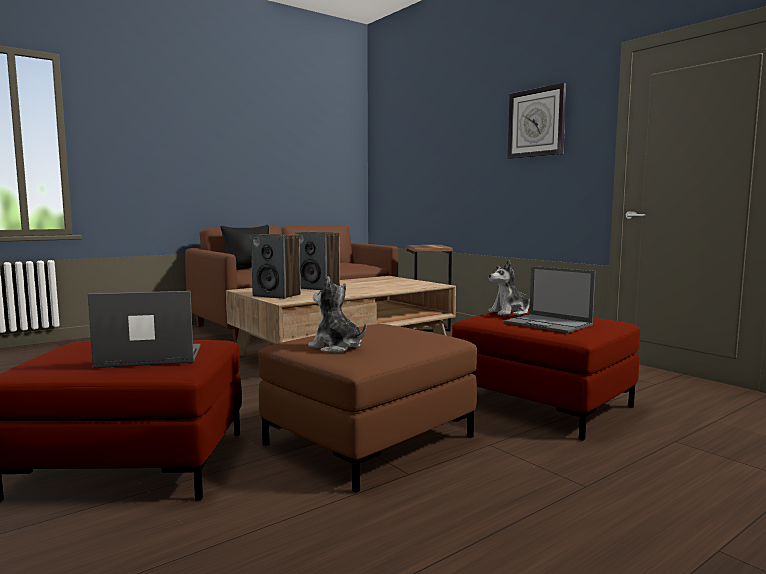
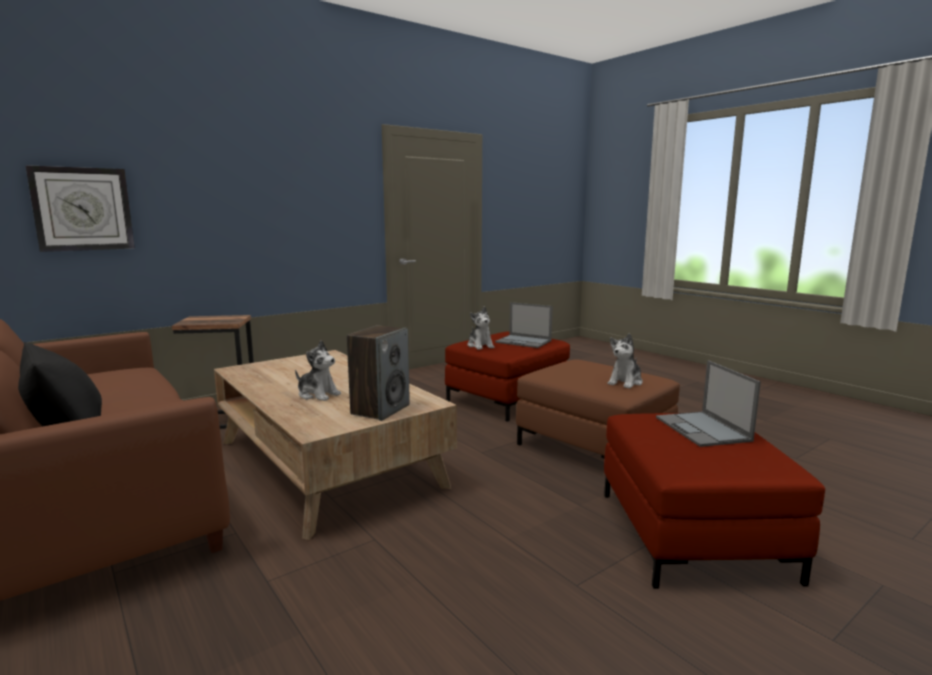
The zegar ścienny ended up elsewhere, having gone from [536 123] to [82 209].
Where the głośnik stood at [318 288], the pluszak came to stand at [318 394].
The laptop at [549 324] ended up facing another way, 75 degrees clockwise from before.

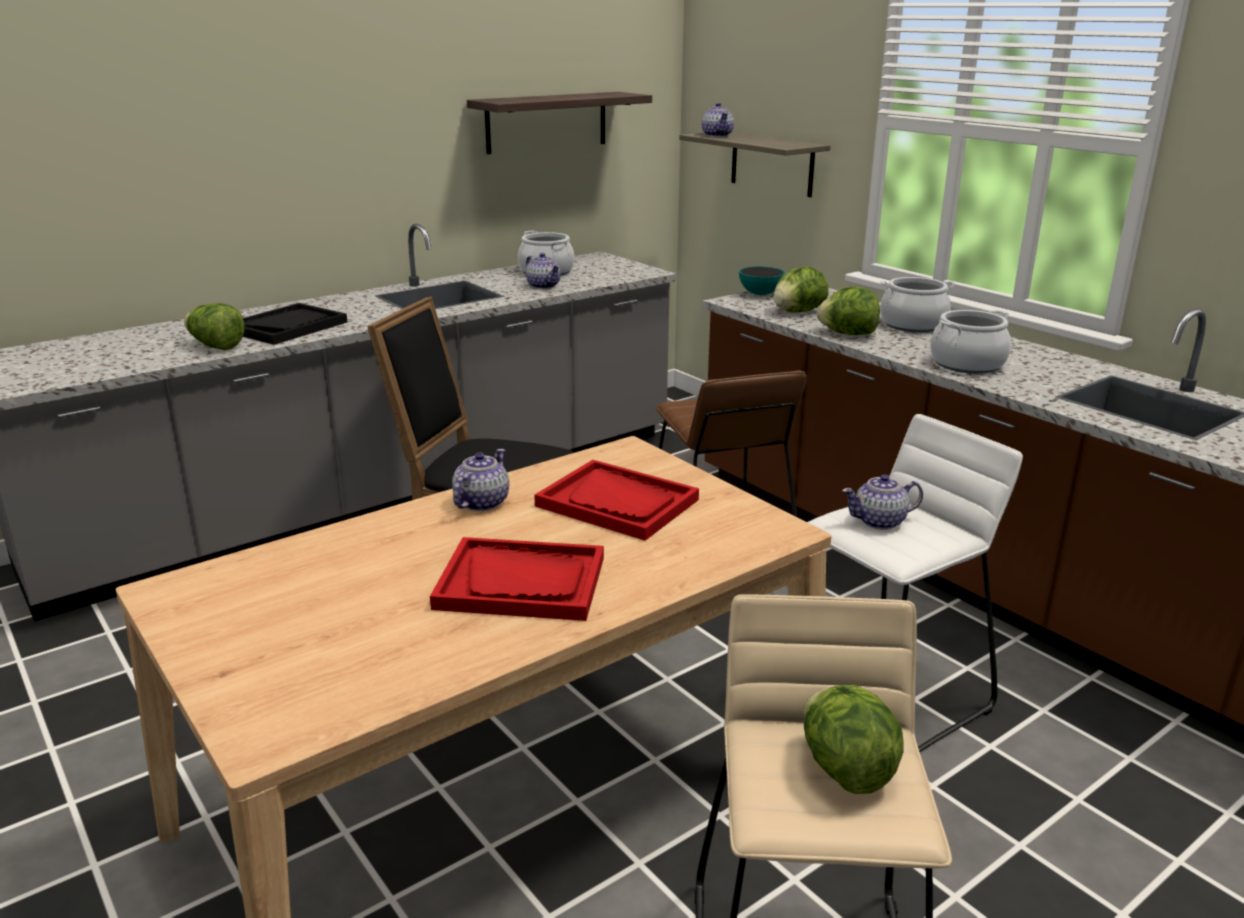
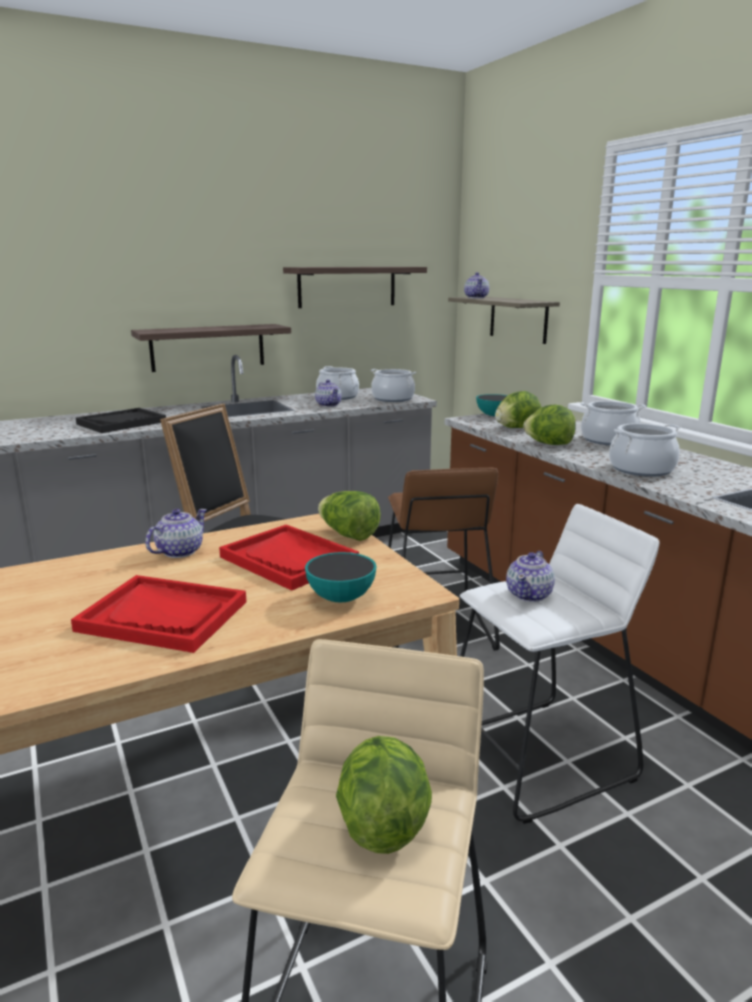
The sałata ended up elsewhere, having gone from [216 346] to [348 535].
The imbryk at [880 521] ended up facing another way, 60 degrees counterclockwise from before.
The second view gained the półka at [208 347].
The second view gained the garnek at [393 399].
The second view gained the miska at [341 598].

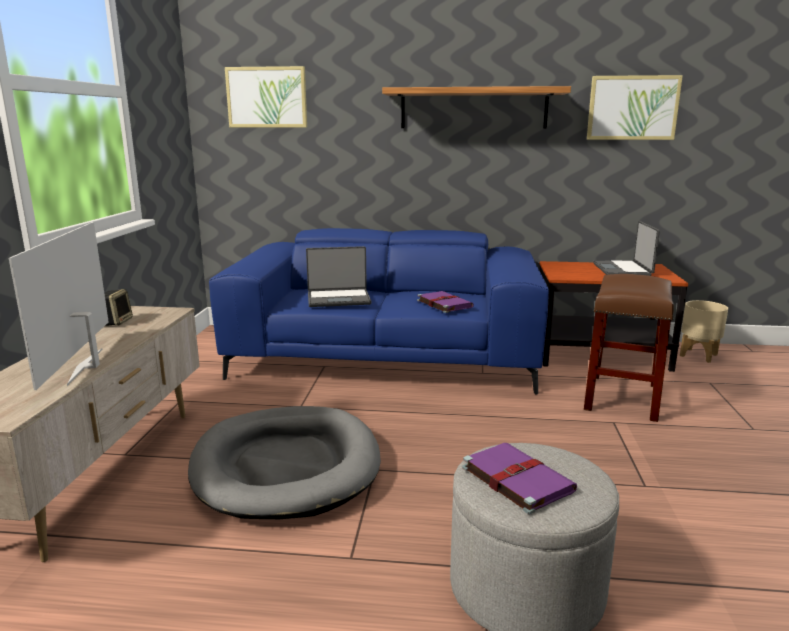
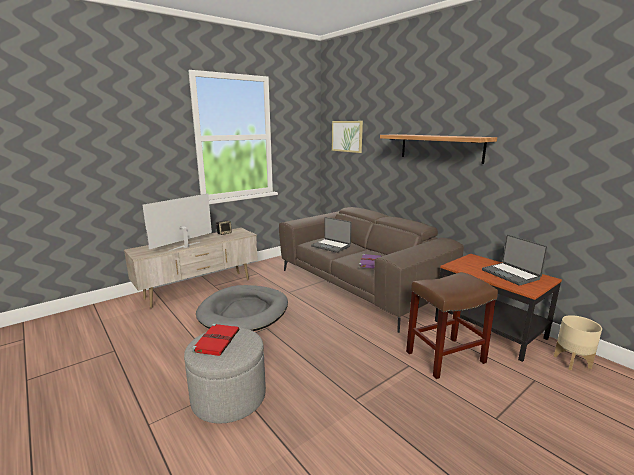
The second view lost the obraz at [632 108].
The laptop at [623 270] ended up facing another way, 75 degrees counterclockwise from before.
What was the kanapa (niebieski) at [385 358] turned into the kanapa (brązowy) at [360 285].
What was the książka (fioletowy) at [515 478] turned into the książka (czerwony) at [217 340].

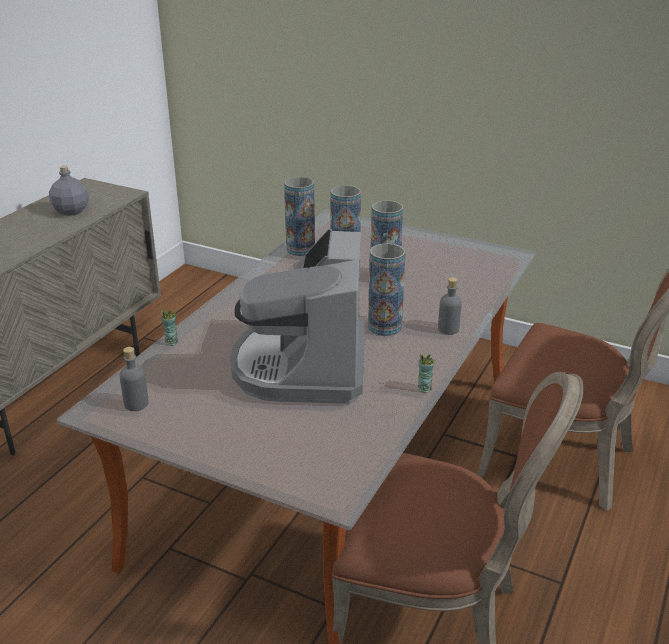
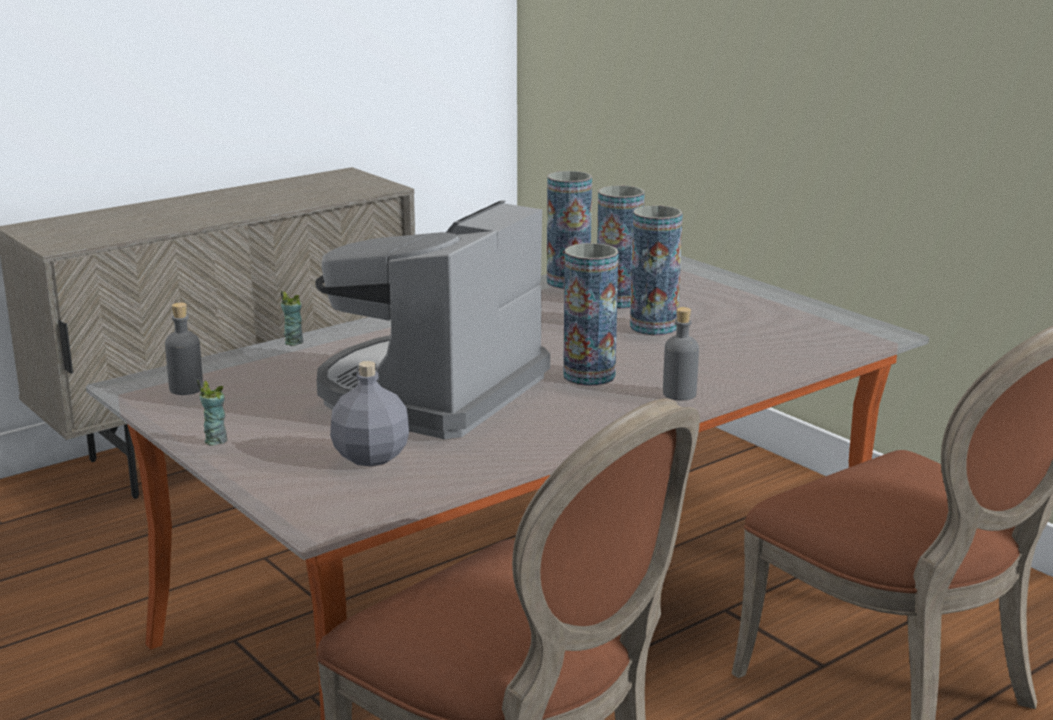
The butelka (szary) ended up elsewhere, having gone from [72 211] to [372 457].
The filiżanka ended up elsewhere, having gone from [424 388] to [215 440].

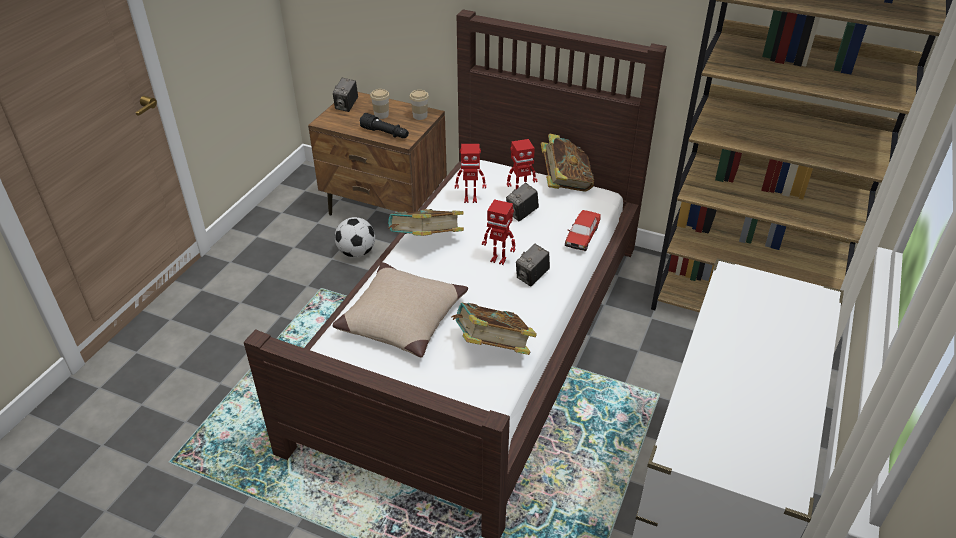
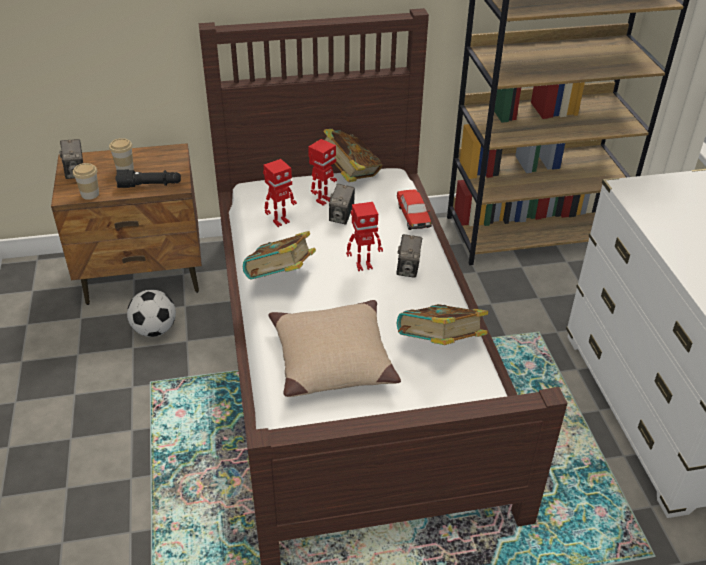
The filiżanka ended up elsewhere, having gone from [420 116] to [90 194].

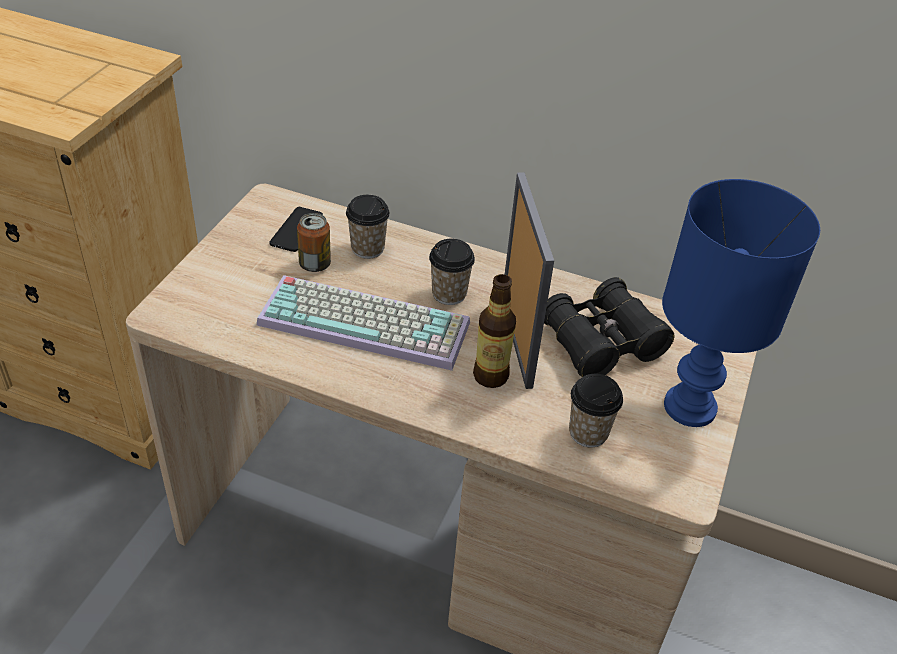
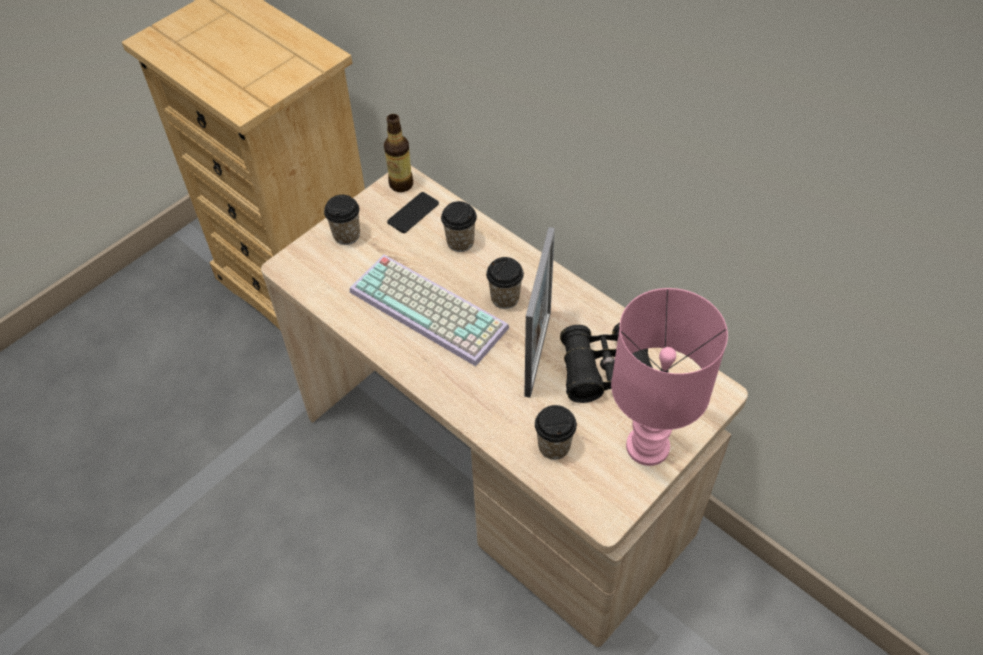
What was the lampa stołowa (niebieski) at [690 409] turned into the lampa stołowa (różowy) at [647 448].
The second view lost the puszka at [315 264].
The butelka ended up elsewhere, having gone from [491 376] to [401 184].
The second view gained the filiżanka at [346 235].

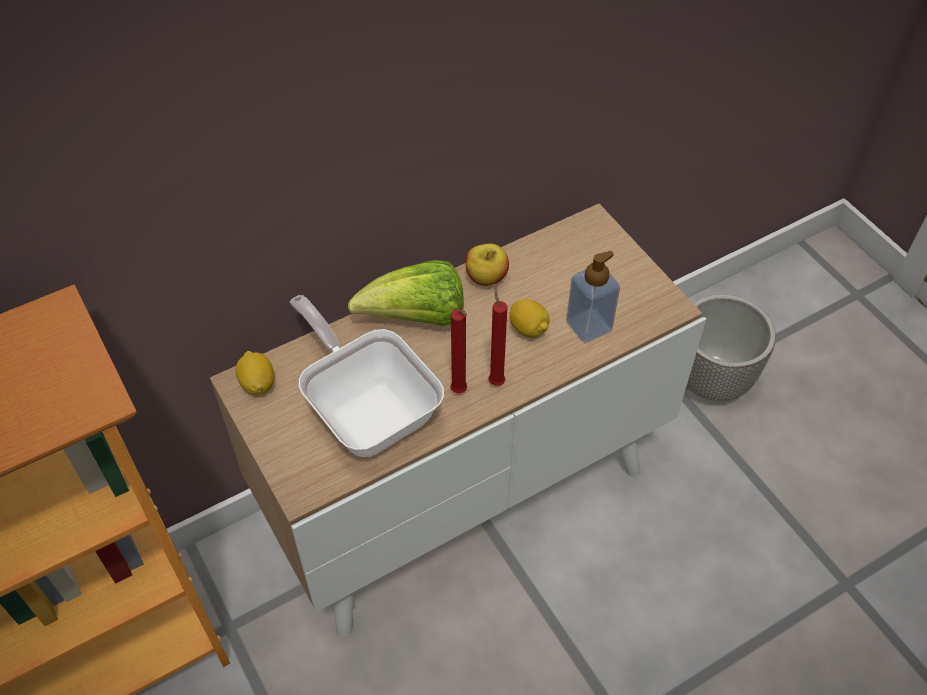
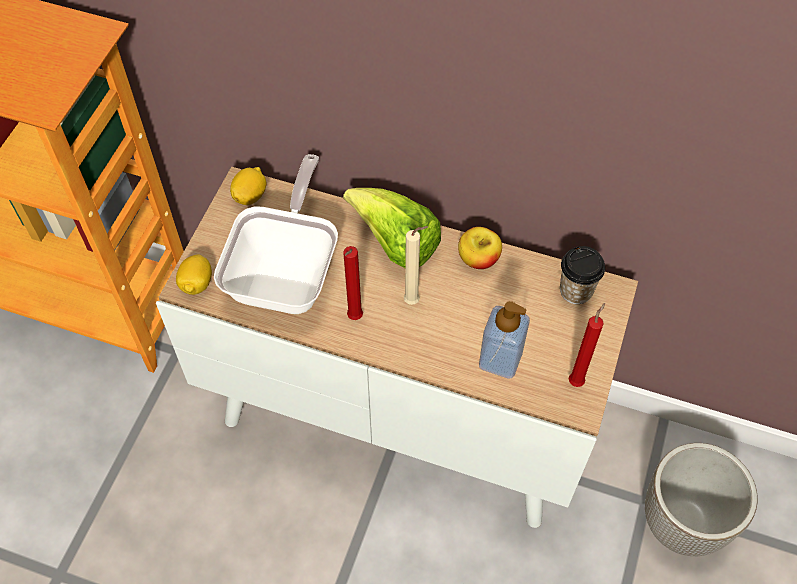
The świeca (czerwony) ended up elsewhere, having gone from [495 380] to [577 380].
The cytryna ended up elsewhere, having gone from [528 329] to [196 284].
The second view gained the świeca (beżowy) at [414 301].
The second view gained the filiżanka at [576 291].

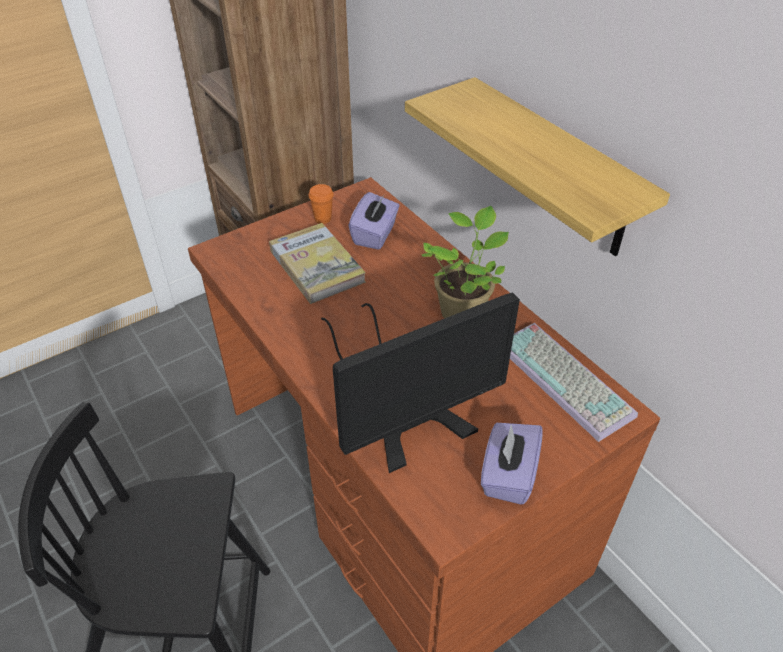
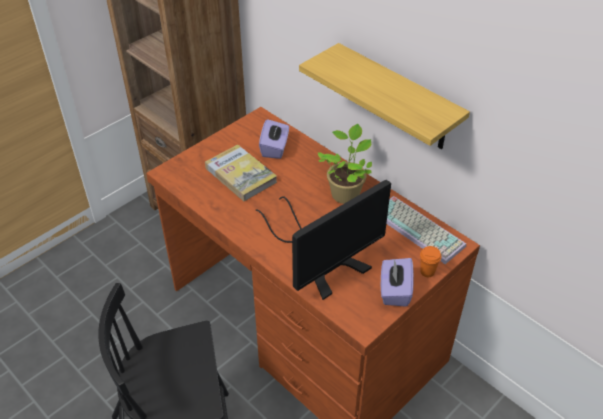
The filiżanka (pomarańczowy) ended up elsewhere, having gone from [323 219] to [427 272].

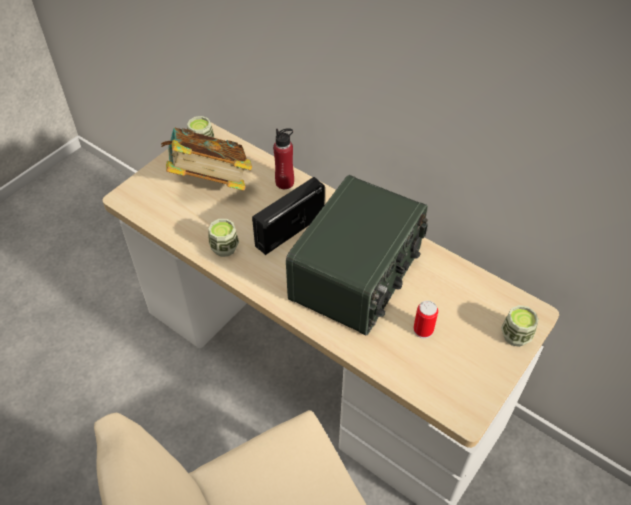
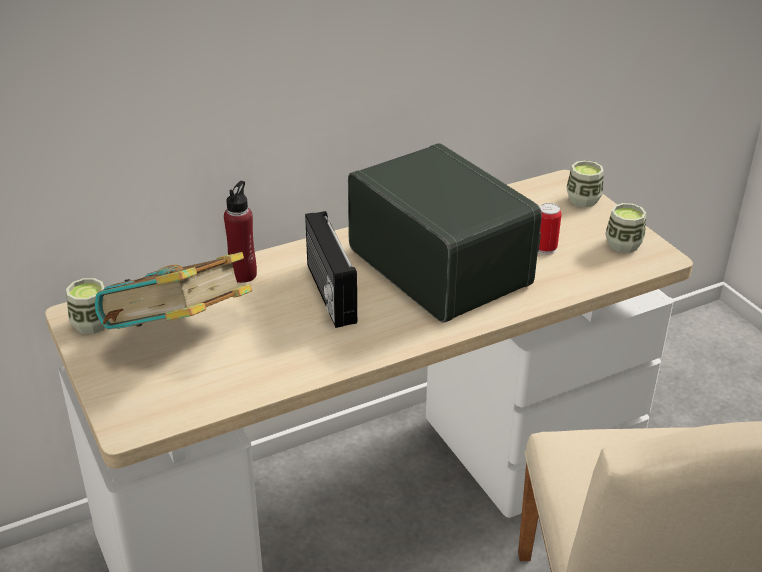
The filiżanka ended up elsewhere, having gone from [224 248] to [623 245].

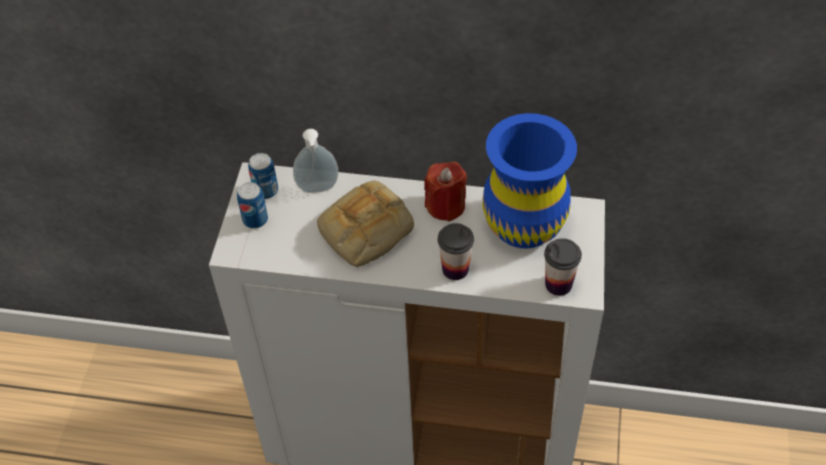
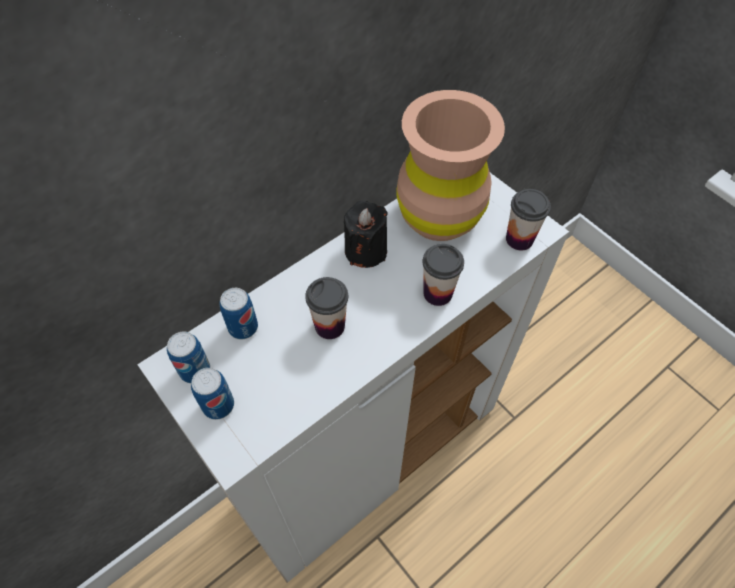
What was the wazon (niebieski) at [524 224] turned into the wazon (brązowy) at [439 216].
Where the dozownik mydła stood at [318 189], the puszka came to stand at [243 327].
What was the świeca (czerwony) at [445 206] turned into the świeca (czarny) at [365 251].
Where the chleb stood at [366 231], the filiżanka came to stand at [329 326].

